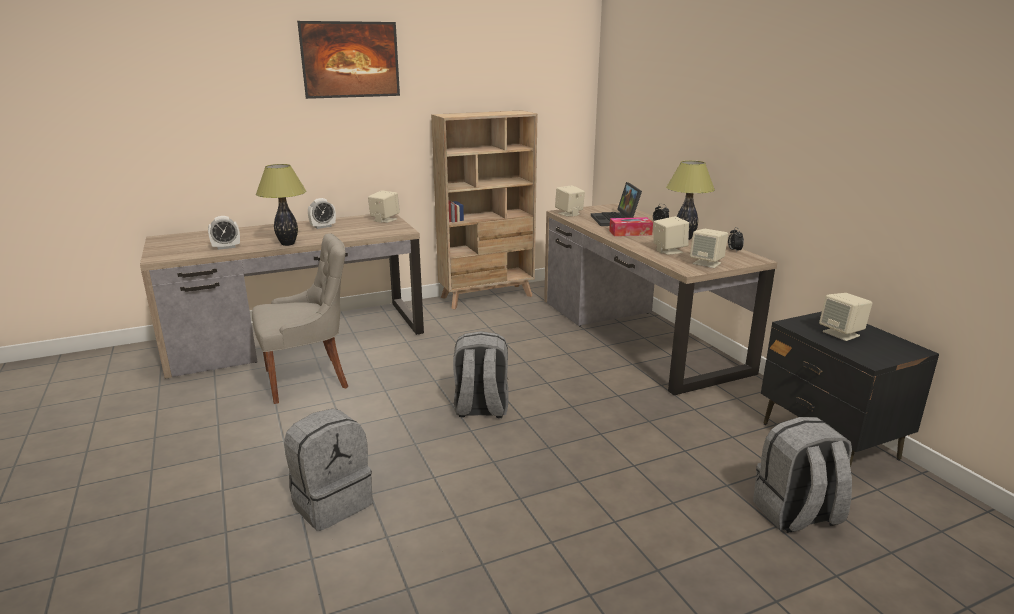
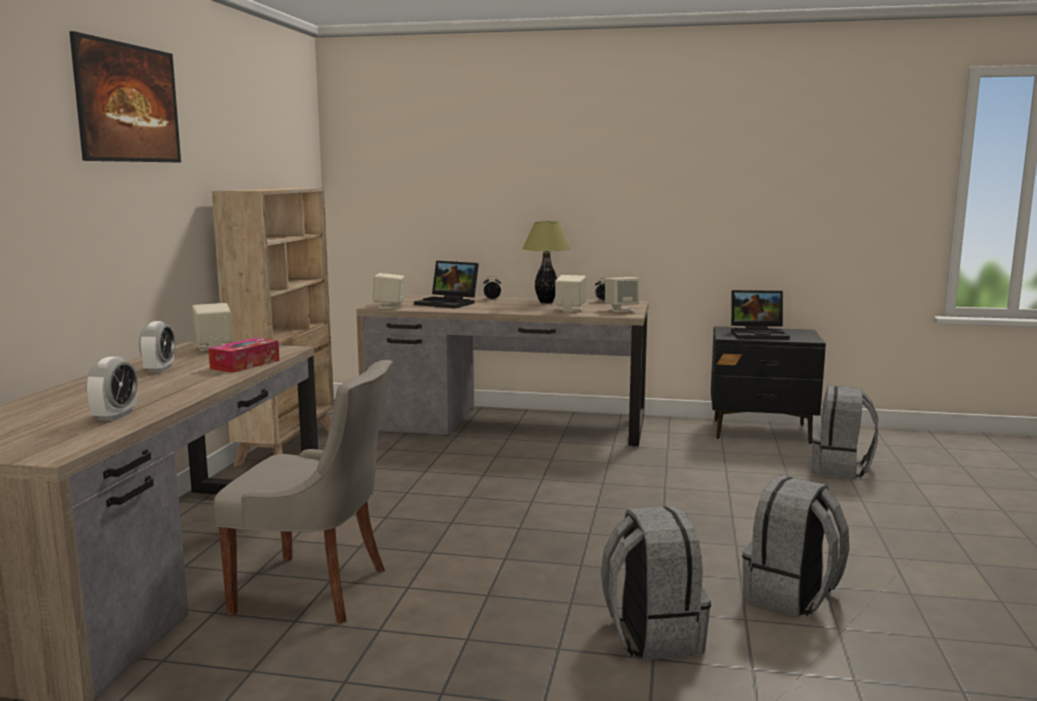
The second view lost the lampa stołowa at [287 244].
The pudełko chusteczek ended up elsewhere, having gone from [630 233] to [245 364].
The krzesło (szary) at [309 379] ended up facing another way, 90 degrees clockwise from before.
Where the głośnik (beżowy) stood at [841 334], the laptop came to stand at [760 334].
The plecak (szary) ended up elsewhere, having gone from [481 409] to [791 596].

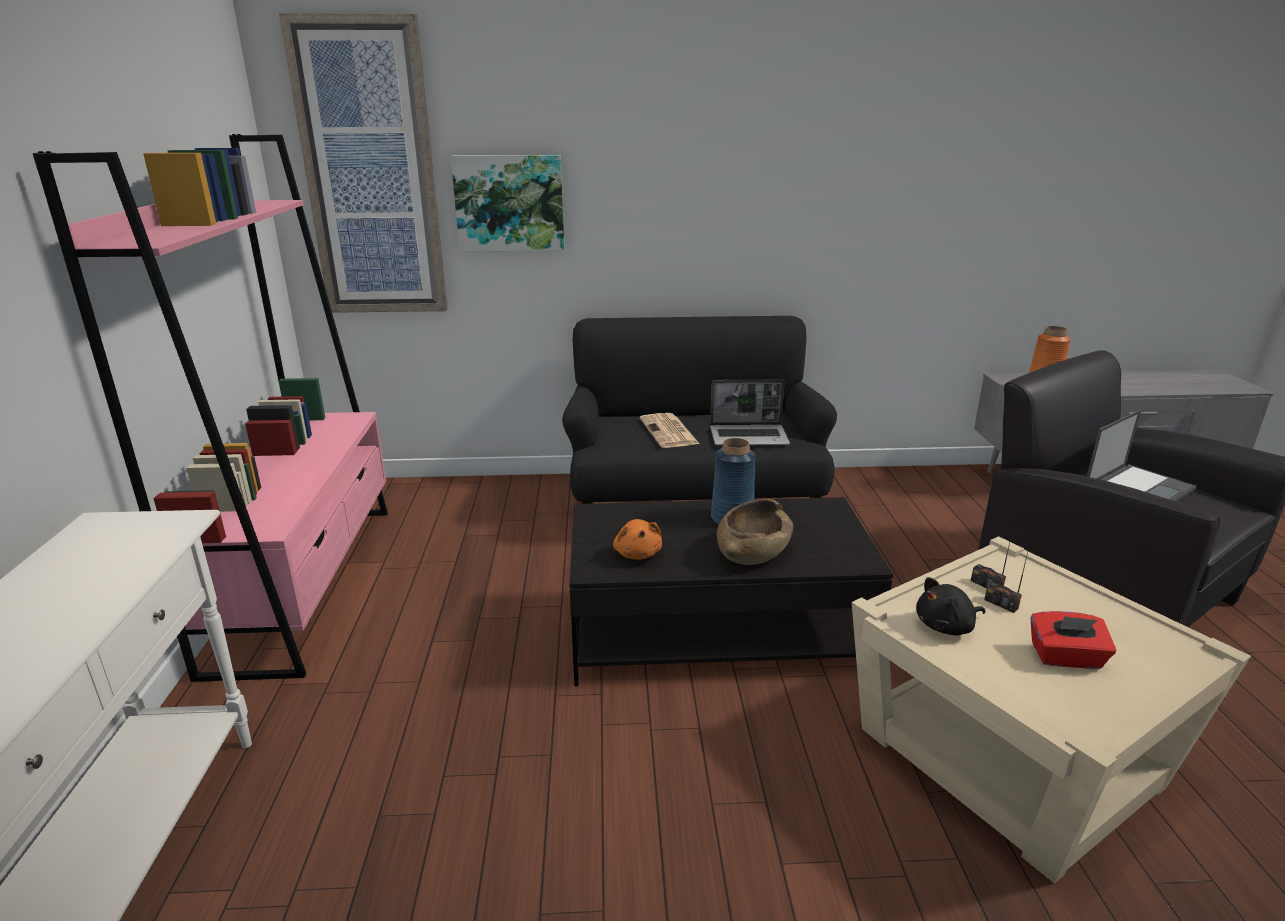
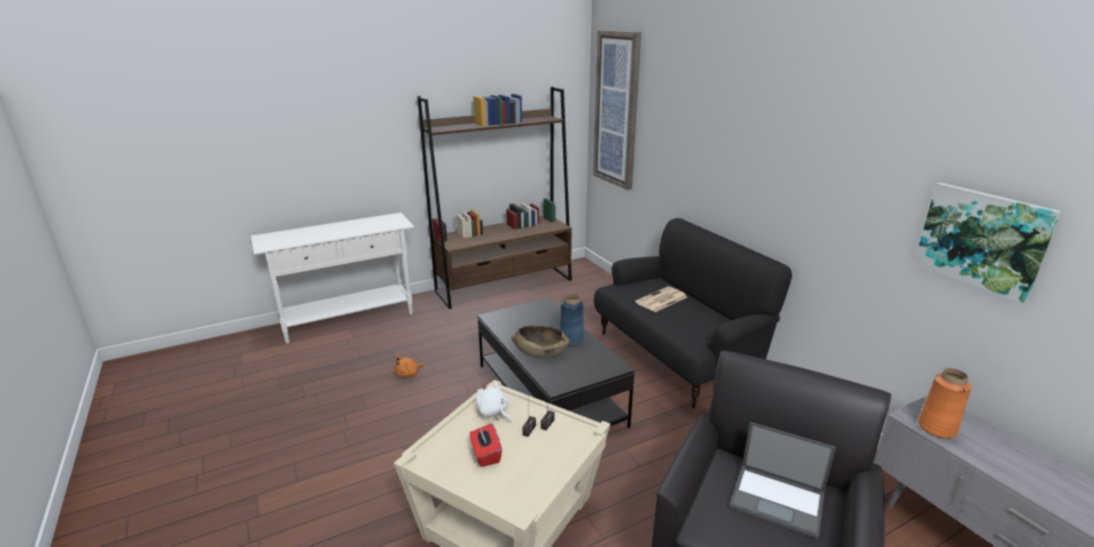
What was the regał (różowy) at [306 582] turned into the regał (brązowy) at [505 285].
The obraz ended up elsewhere, having gone from [509 203] to [982 239].
The second view lost the laptop at [749 437].
The pluszak (pomarańczowy) ended up elsewhere, having gone from [638 553] to [409 374].
What was the pluszak (czarny) at [946 626] turned into the pluszak (biały) at [493 413].

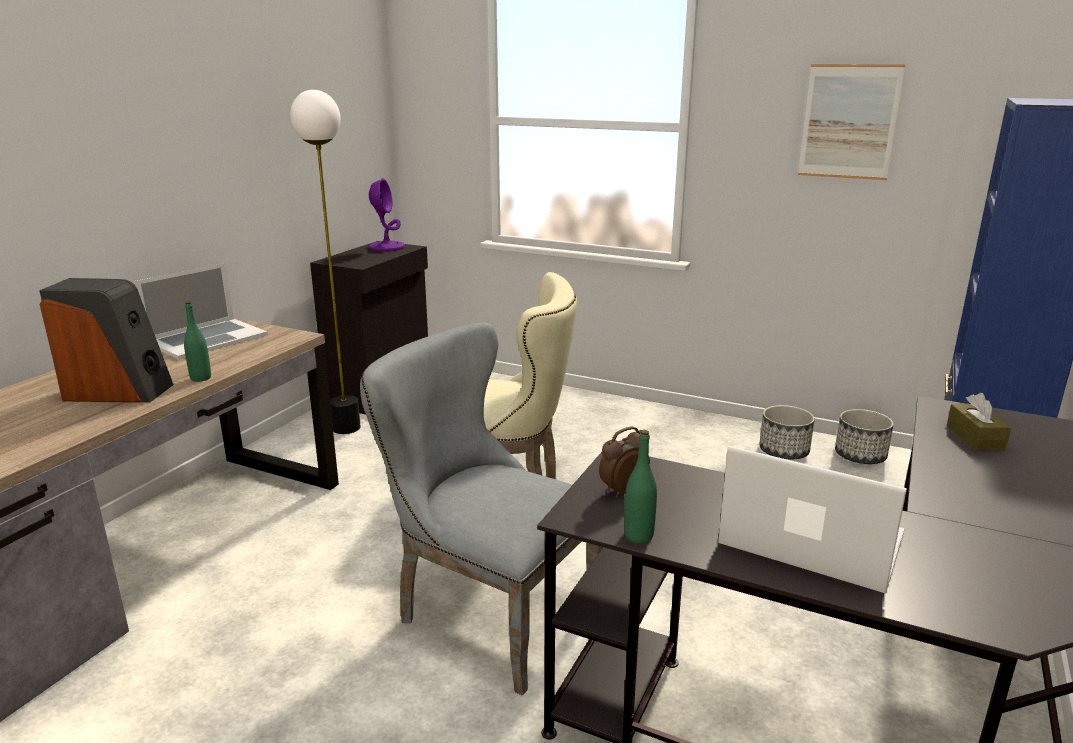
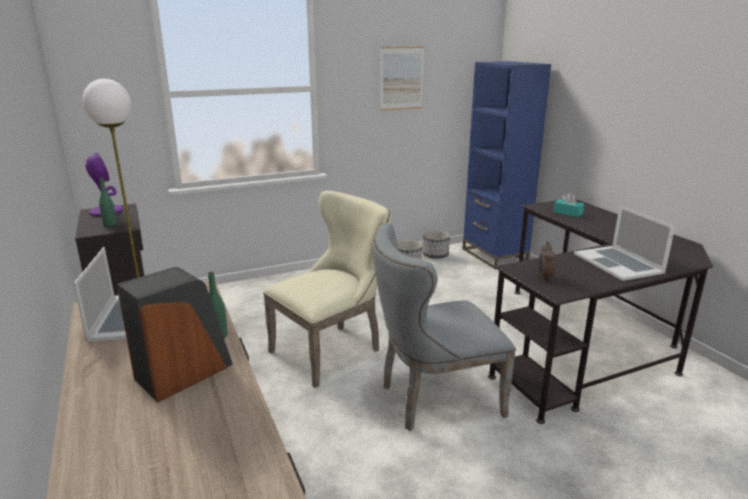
What was the pudełko chusteczek (brązowy) at [975 437] turned into the pudełko chusteczek (turkusowy) at [567 213].
The butelka (zielony) ended up elsewhere, having gone from [638 536] to [110 224].
The laptop at [810 540] ended up facing another way, 90 degrees counterclockwise from before.

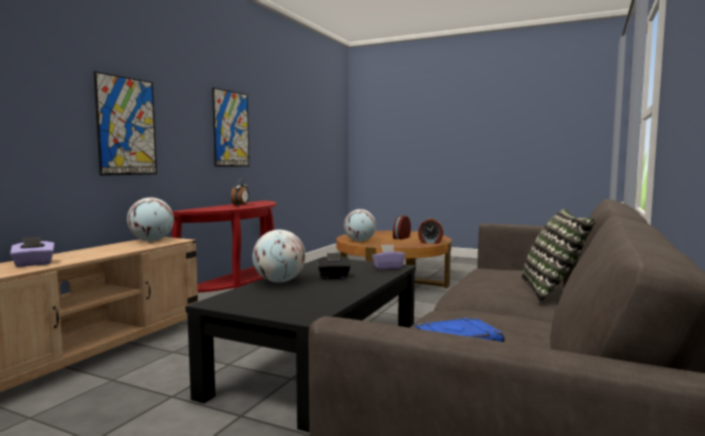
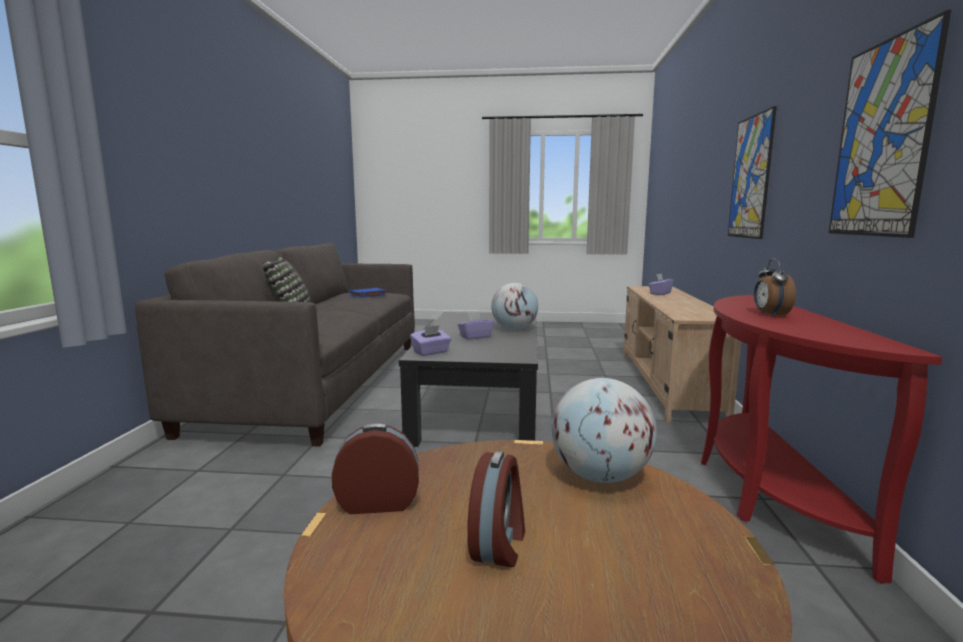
The second view lost the globus at [151 240].
What was the pudełko chusteczek (czarny) at [333 277] turned into the pudełko chusteczek (fioletowy) at [475 337].

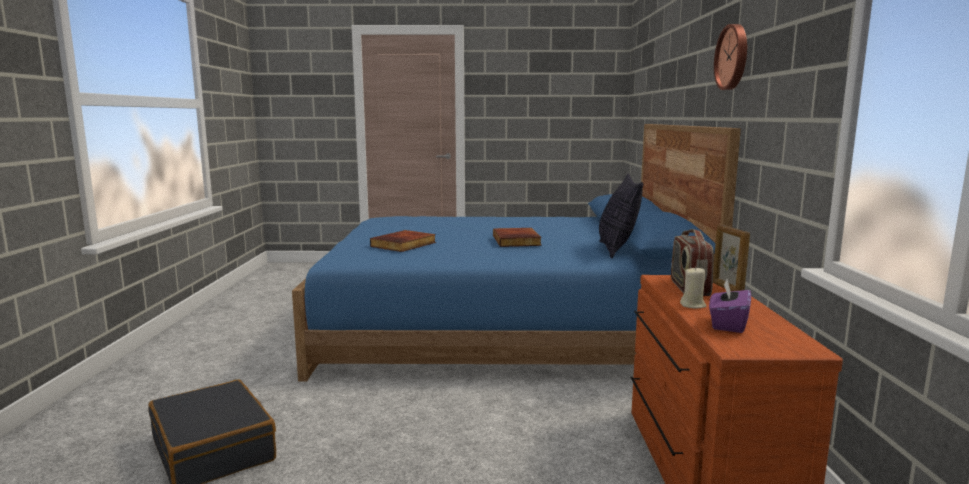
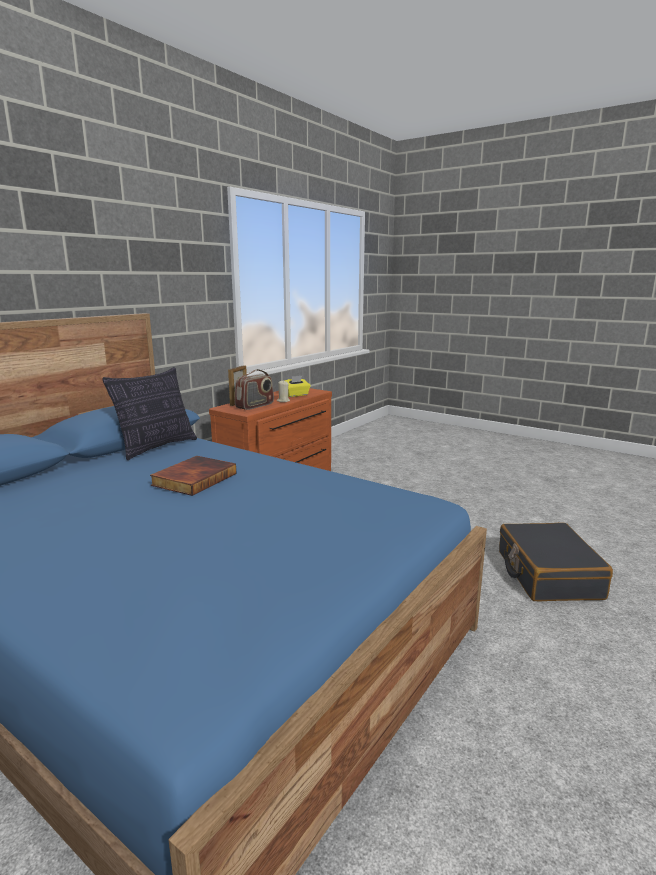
The second view lost the zegar ścienny at [733 57].
The second view lost the książka at [404 244].
What was the pudełko chusteczek (fioletowy) at [728 324] turned into the pudełko chusteczek (żółty) at [296 395].

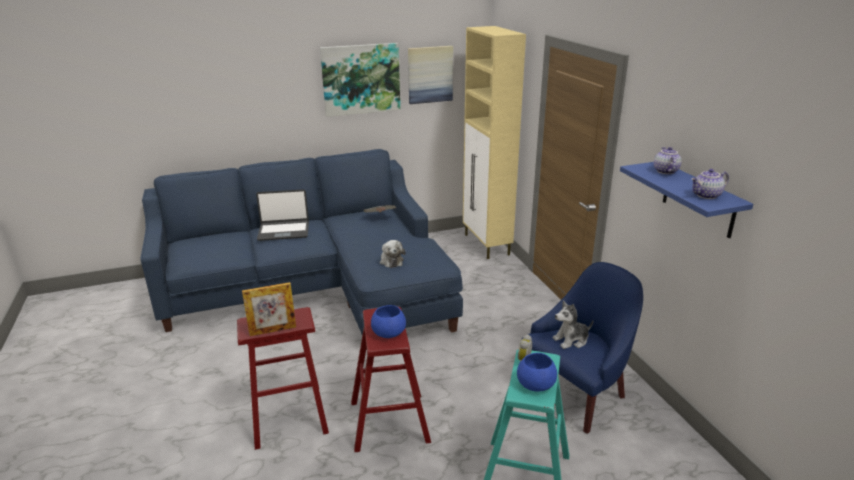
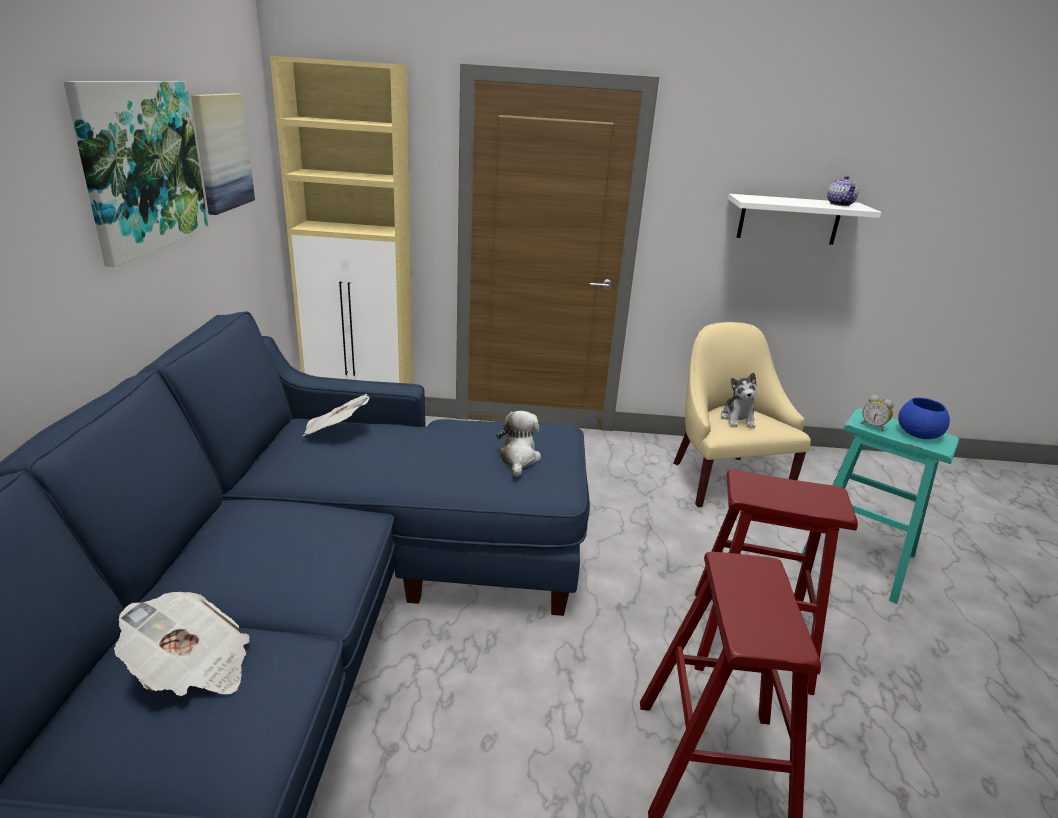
The second view lost the imbryk at [664 171].
What was the półka (niebieski) at [698 199] turned into the półka (biały) at [789 219].
The second view lost the laptop at [284 231].
The pluszak at [391 261] ended up facing another way, 90 degrees counterclockwise from before.
What was the fotel (niebieski) at [577 392] turned into the fotel (beżowy) at [724 478].
The second view lost the ramka na zdjęcie at [273 330].
The second view lost the miska (niebieski) at [388 333].
The second view gained the gazeta at [192 668].

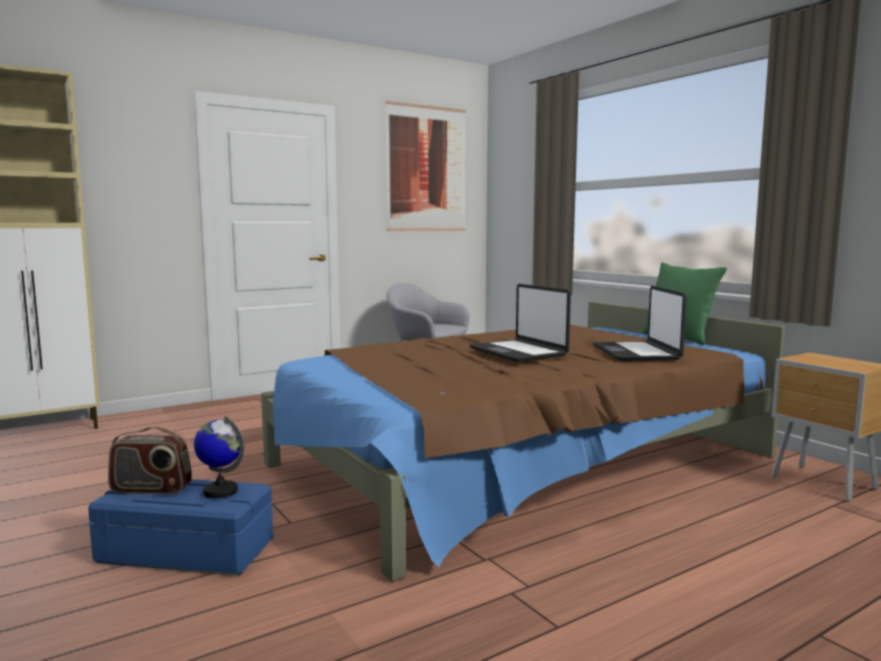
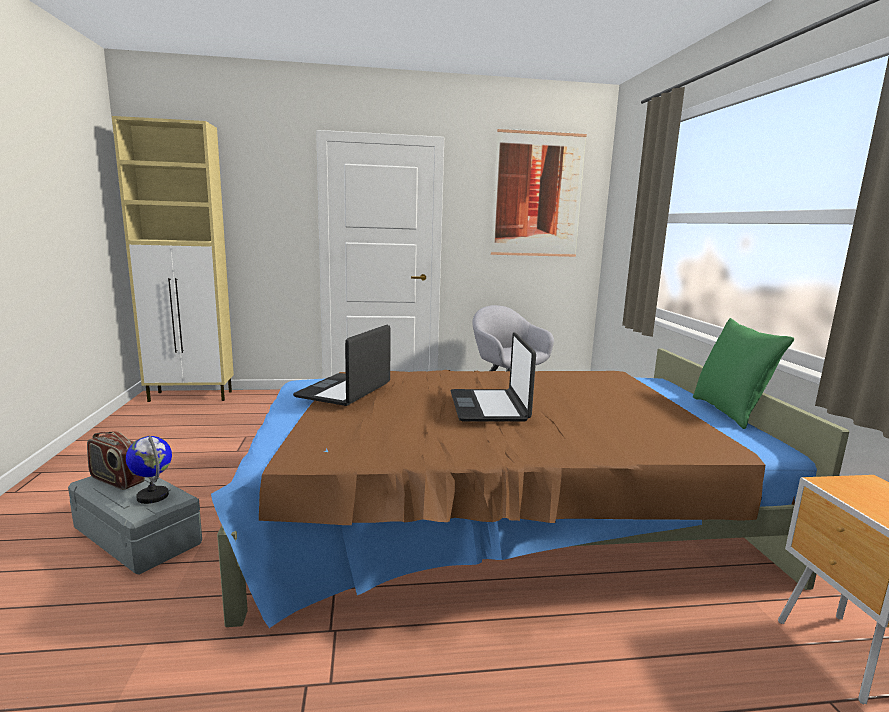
The laptop ended up elsewhere, having gone from [637 353] to [345 391].
What was the pojemnik do przechowywania (niebieski) at [187 550] turned into the pojemnik do przechowywania (szary) at [139 535].

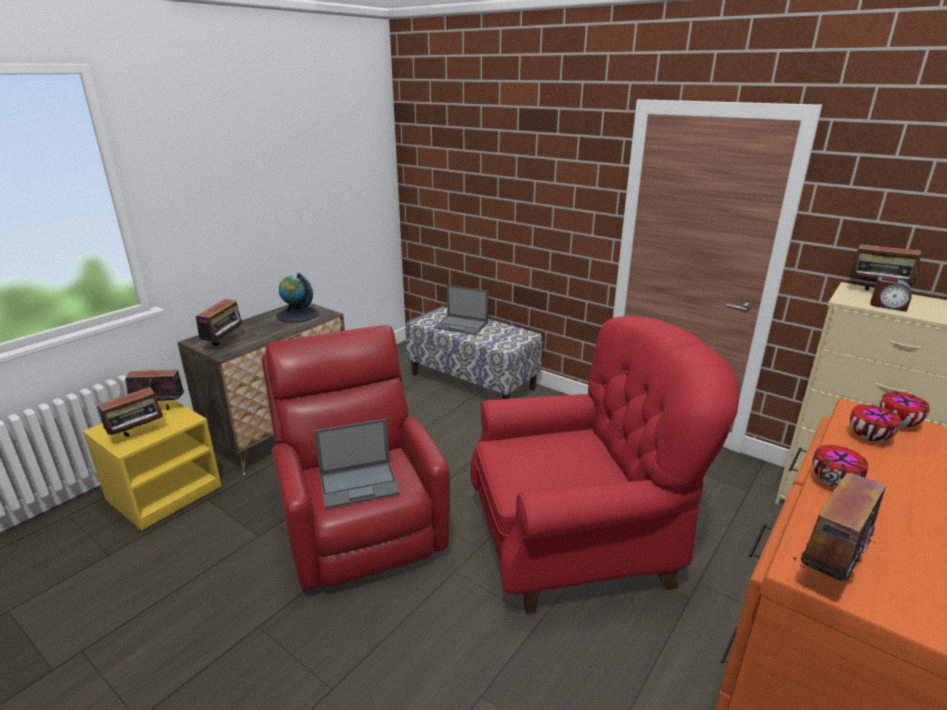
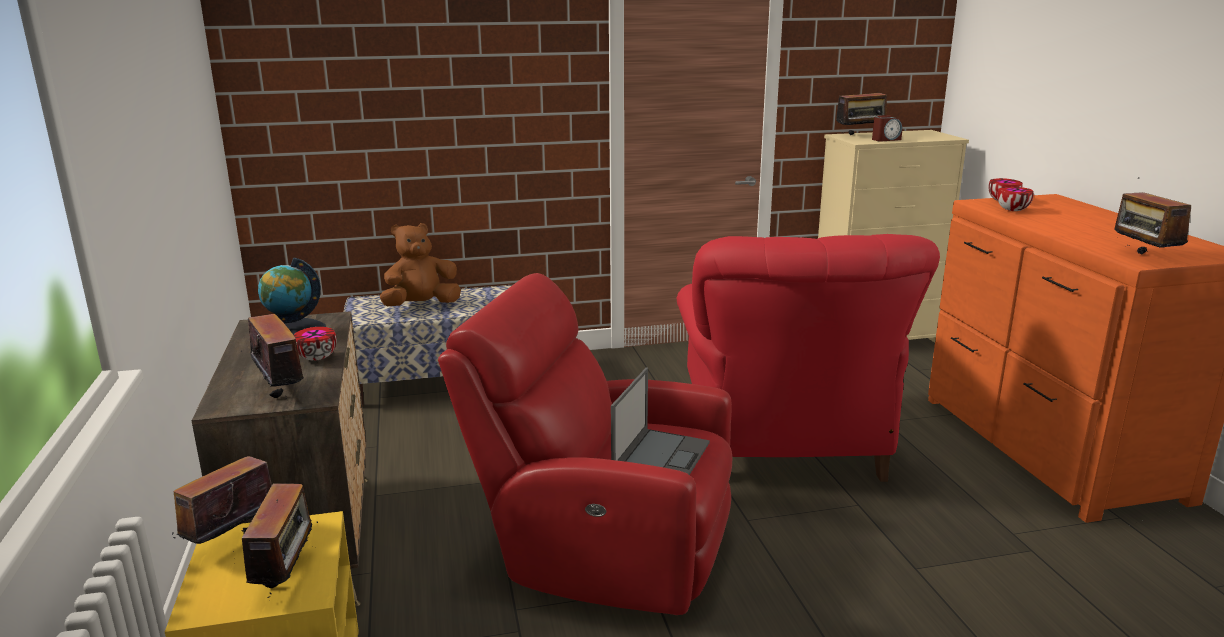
Where the laptop stood at [462 325], the pluszak (brązowy) came to stand at [421 305].
The fotel (czerwony) at [581 542] ended up facing another way, 150 degrees clockwise from before.
The miska ended up elsewhere, having gone from [834 482] to [318 358].

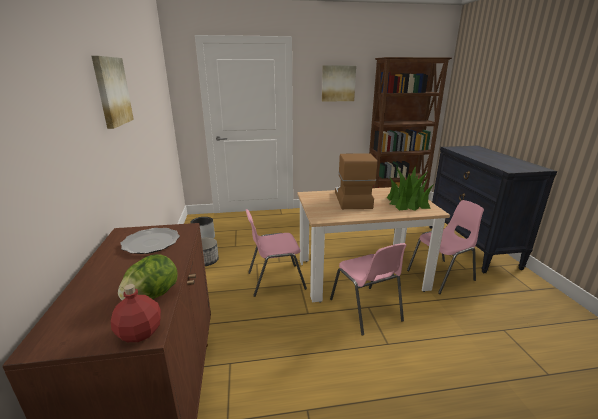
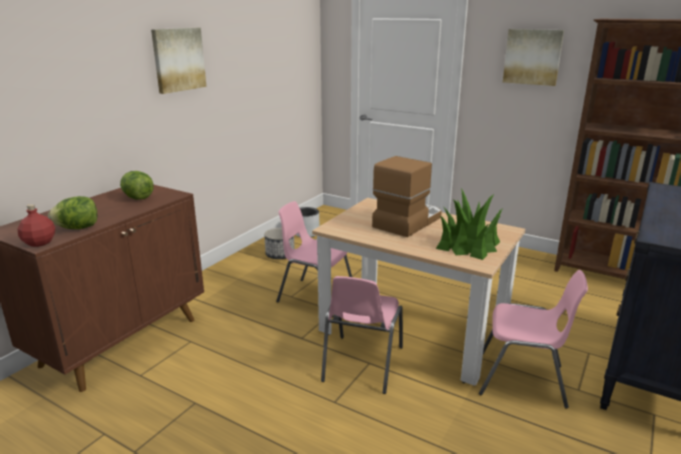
Where the talerz stood at [151 243], the sałata came to stand at [138 198].

